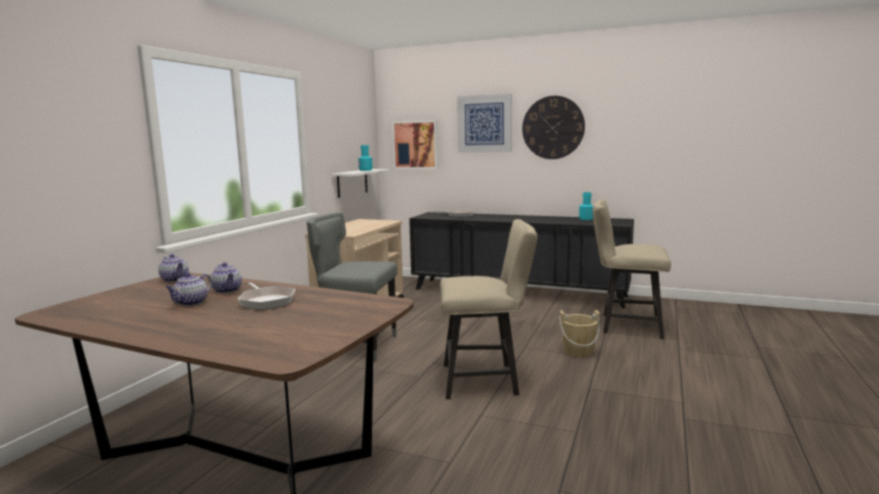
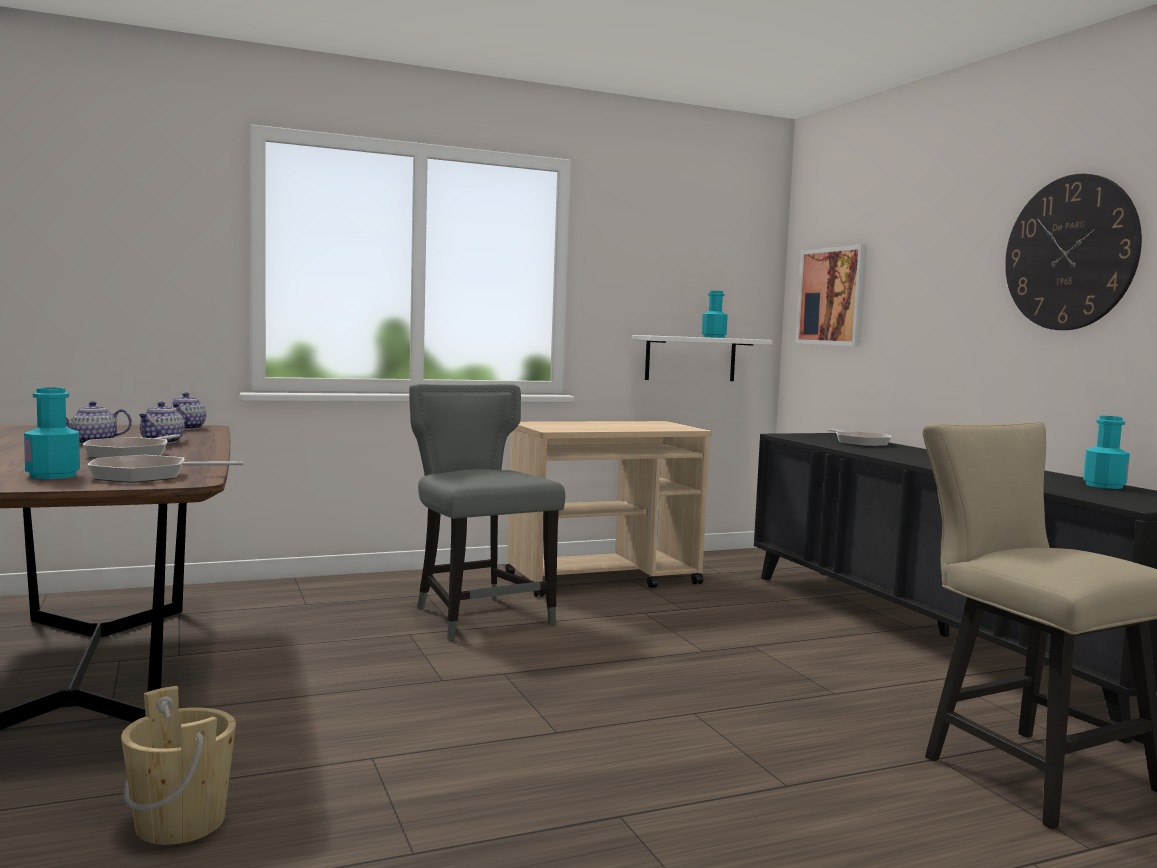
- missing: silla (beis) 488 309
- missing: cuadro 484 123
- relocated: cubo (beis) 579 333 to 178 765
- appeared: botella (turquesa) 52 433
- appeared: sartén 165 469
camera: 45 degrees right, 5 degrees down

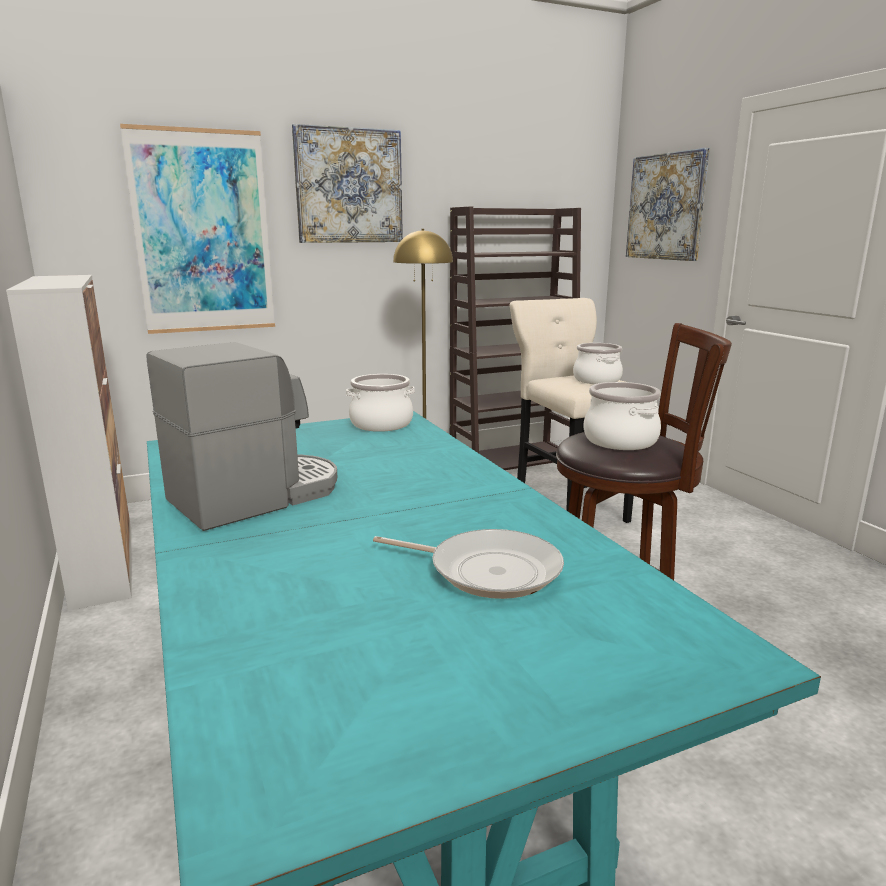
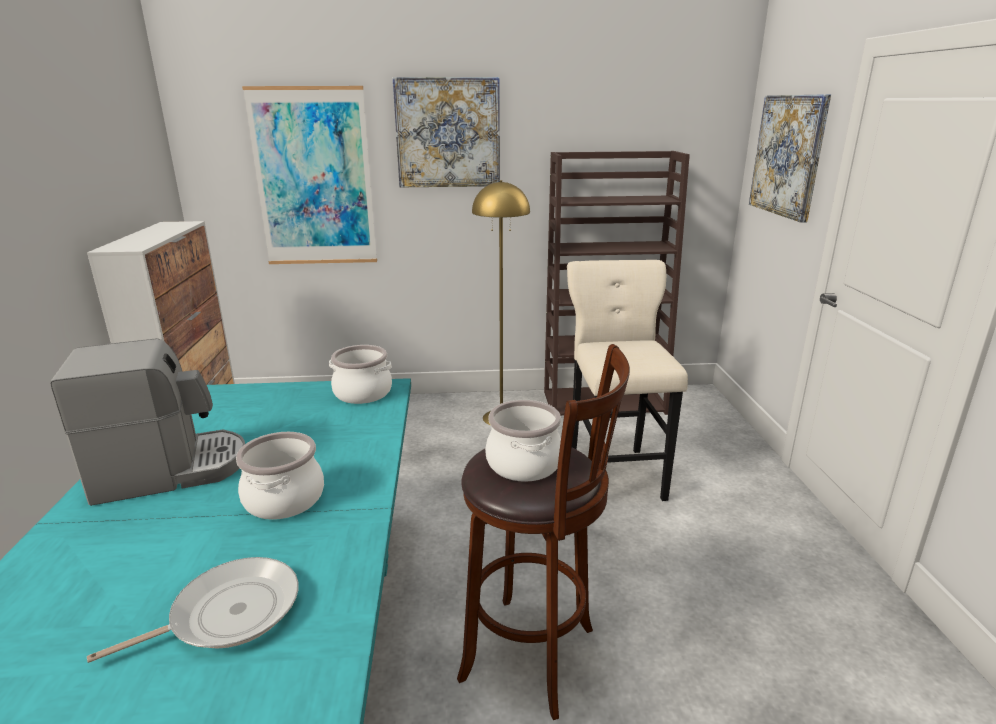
- spun: sartén 468 564 = 192 610 75 degrees counterclockwise
- relocated: olla 598 363 to 280 476
camera: 20 degrees right, 5 degrees up

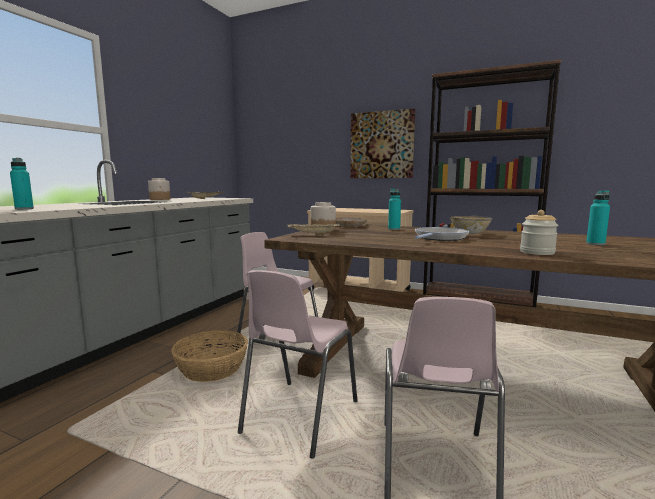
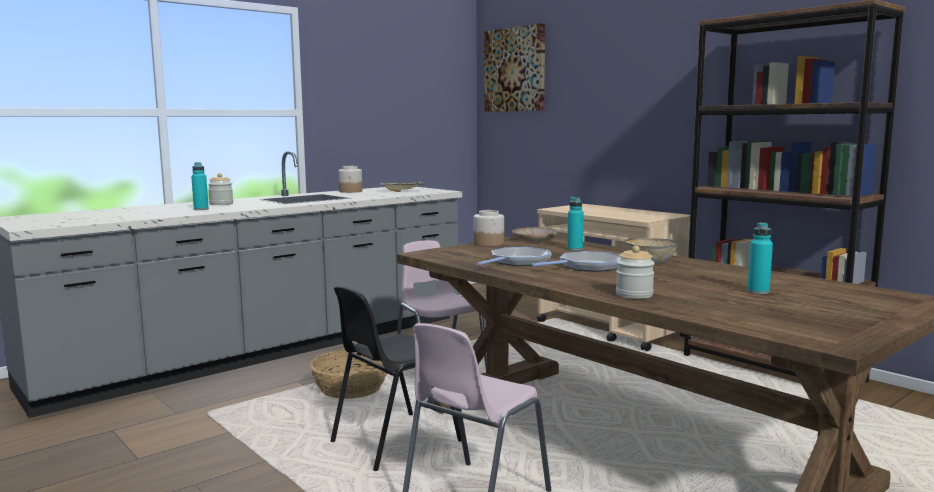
- colour: silla (rosa) 298 364 to silla (negro) 396 378
- missing: bandeja (beis) 314 229
- relocated: cuadro 382 143 to 514 67
- appeared: tarro 220 189
- appeared: sartén 514 256
camera: 25 degrees right, 0 degrees up

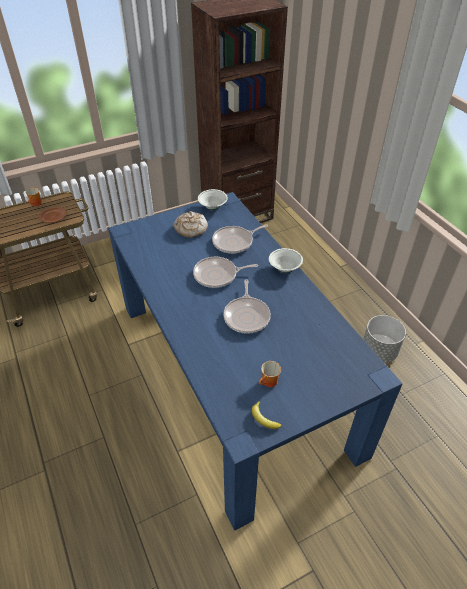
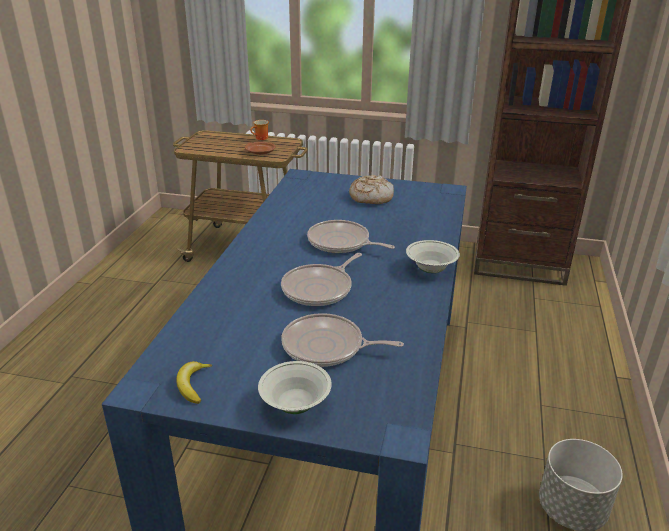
- relocated: cuenco (blanco) 213 199 to 295 387
- relocated: sartén 240 239 to 342 340
- missing: taza grande 270 374
camera: 40 degrees right, 15 degrees down

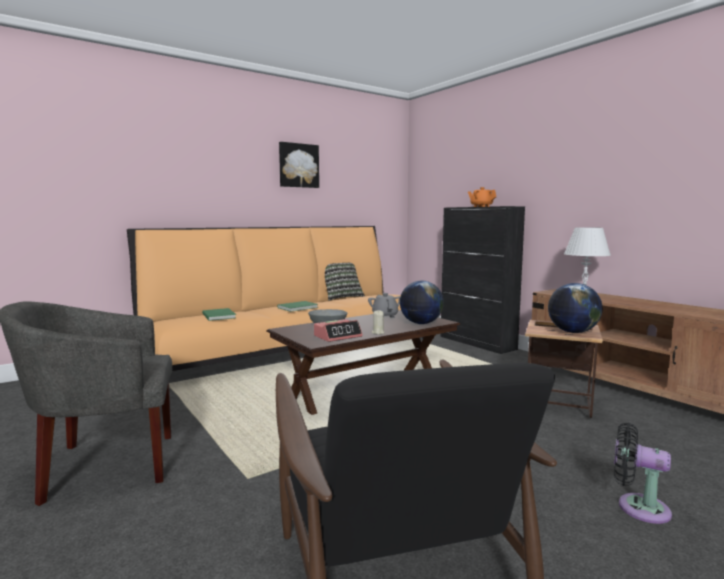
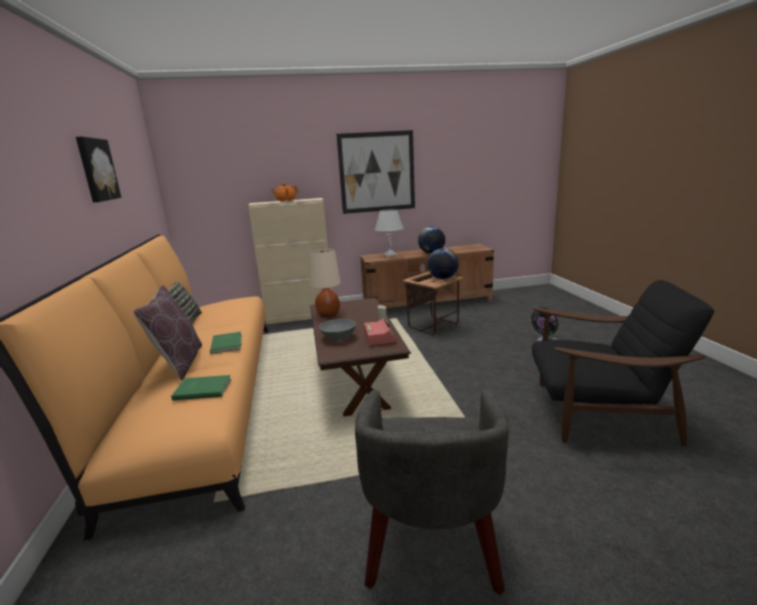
- exchanged: tetera (gris) 384 305 to lámpara de mesa (beis) 325 282
- relocated: globo terráqueo 422 302 to 431 240
- colour: armario (negro) 482 280 to armario (beis) 290 261
- appeared: cojín (marrón) 167 333
- appeared: cuadro 375 172
camera: 65 degrees left, 10 degrees up

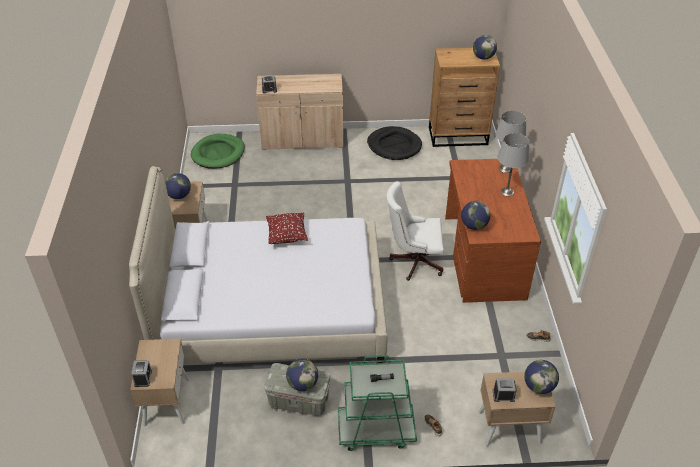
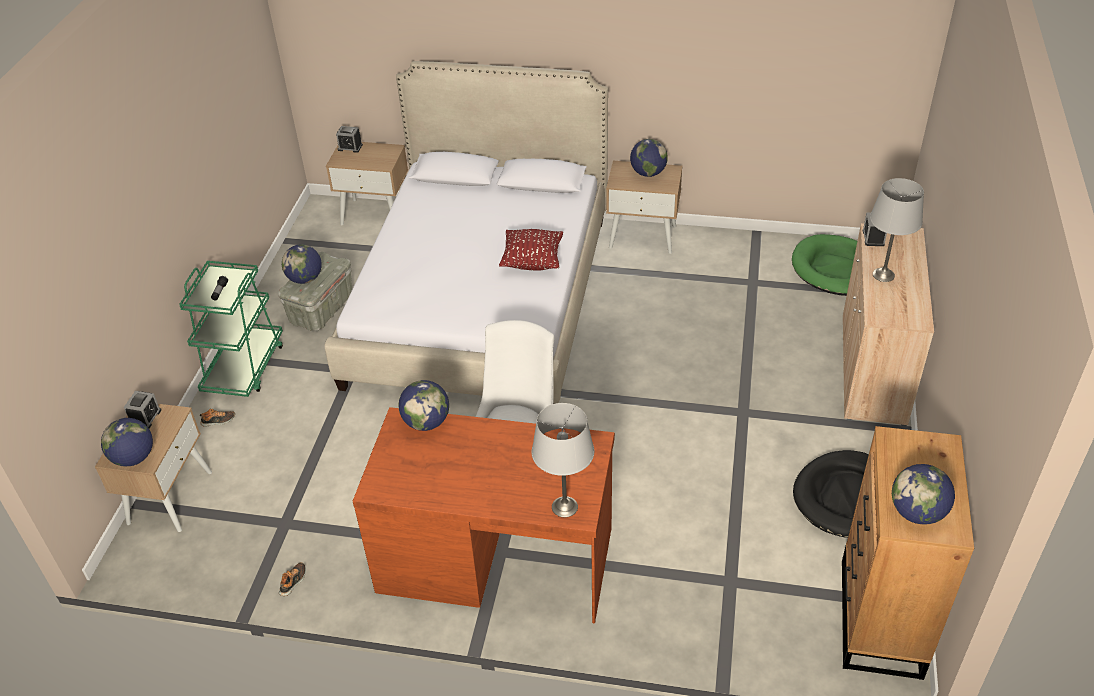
- relocated: lámpara de mesa (gris) 513 164 to 897 230
camera: 105 degrees right, 0 degrees up

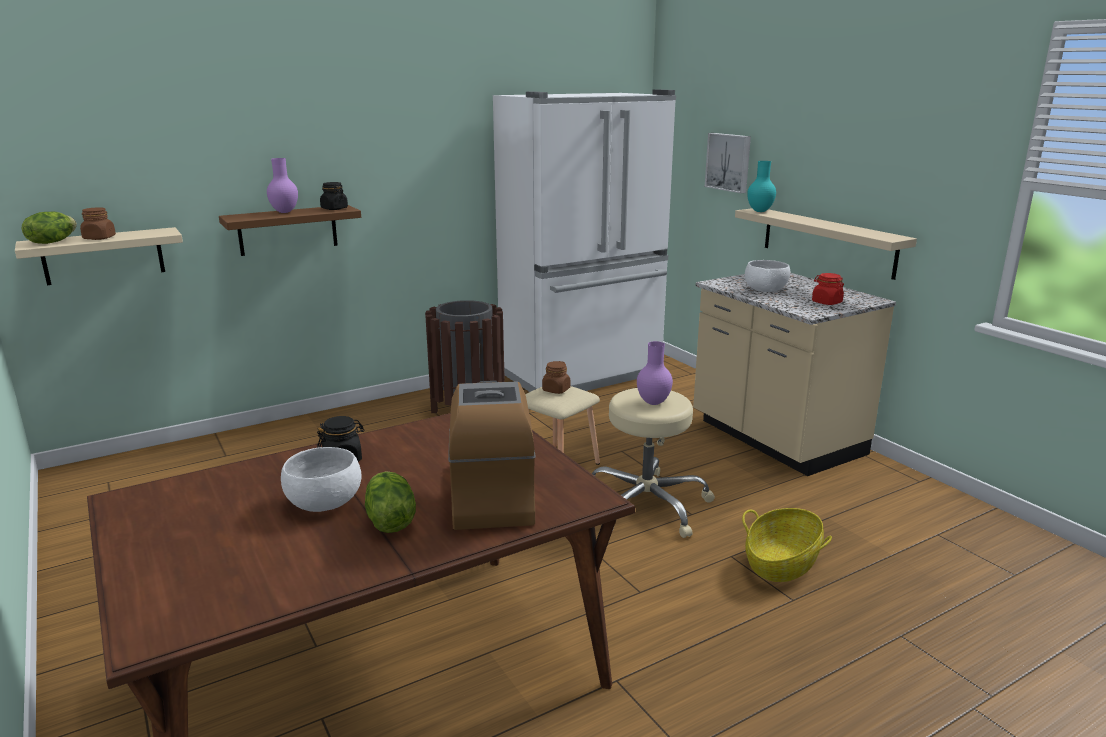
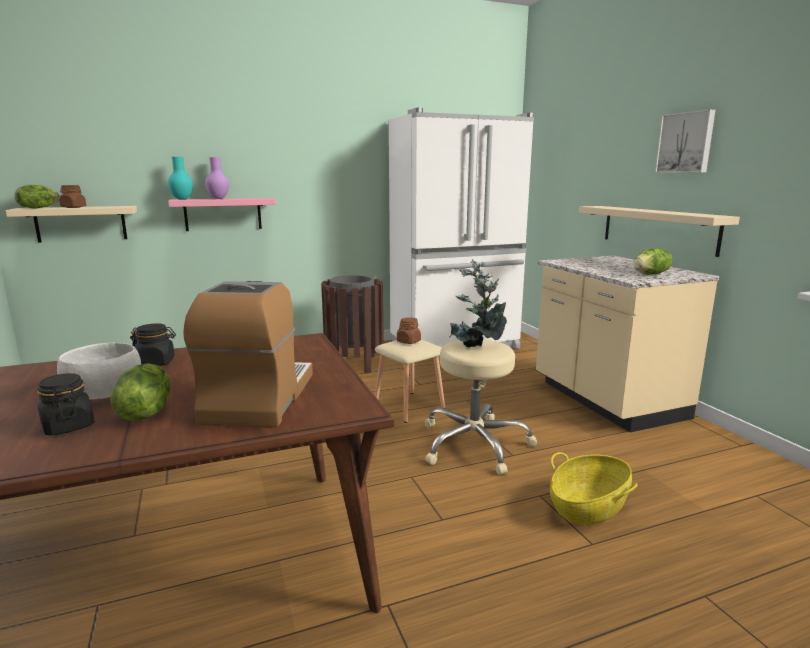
- colour: estante (marrón) 290 230 to estante (rosa) 222 214
- relocated: tarro (negro) 334 196 to 66 404
- exchanged: florero (morado) 655 373 to planta en maceta 478 303
- relocated: cuadro 728 163 to 685 141
- missing: cuenco (blanco) 767 276
- relocated: florero (turquesa) 761 186 to 180 178
- exchanged: tarro (rojo) 828 289 to lechuga 652 261
camera: 10 degrees right, 5 degrees down

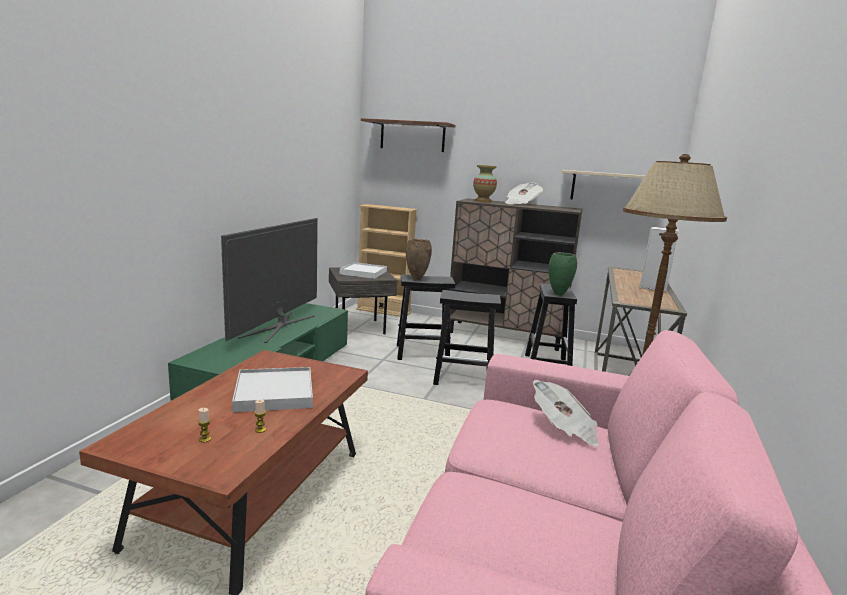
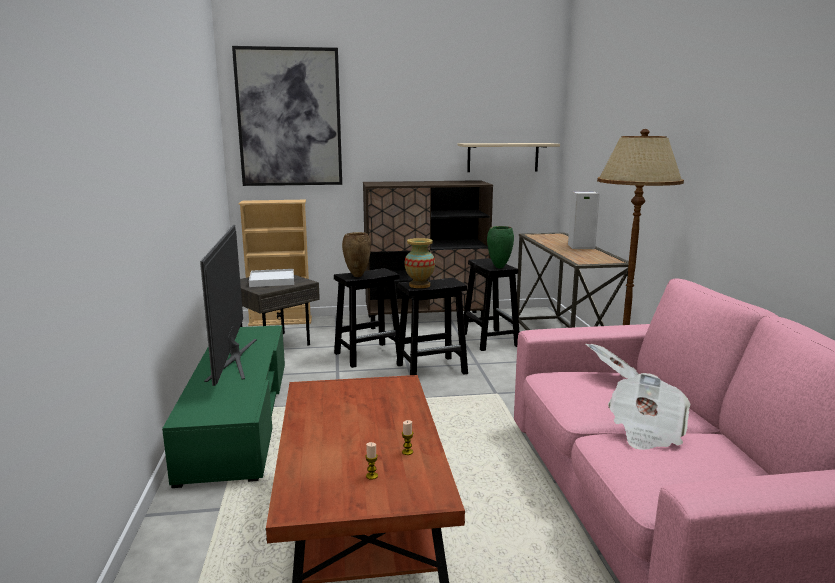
- missing: bandeja (blanco) 272 389
- exchanged: estante (marrón) 408 135 to cuadro 287 116
- relocated: florero 485 183 to 420 263
- relocated: periódico 524 193 to 649 411
camera: 25 degrees left, 0 degrees up

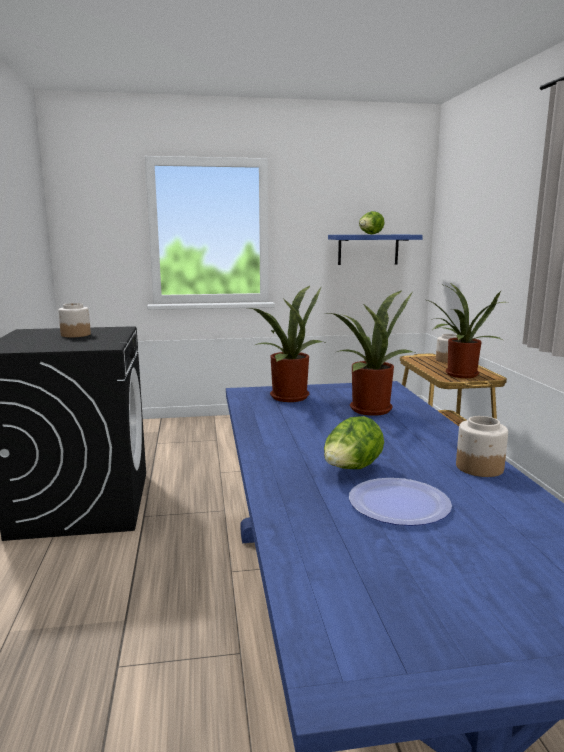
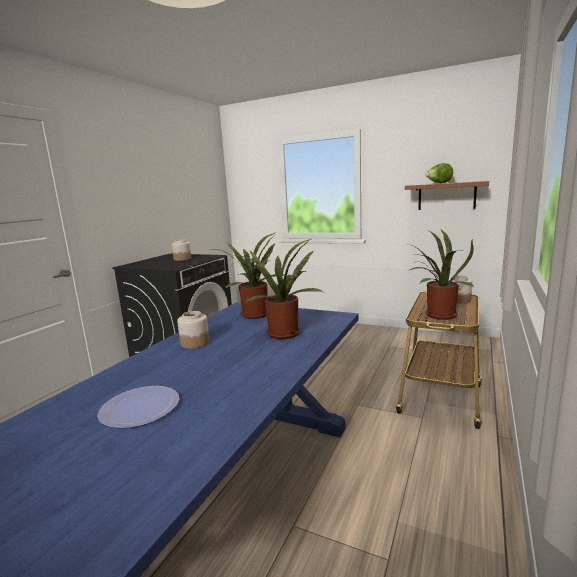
- missing: lechuga 354 442
- colour: estante (azul) 375 250 to estante (marrón) 447 195
- relocated: tarro 482 446 to 193 330
camera: 35 degrees right, 0 degrees up

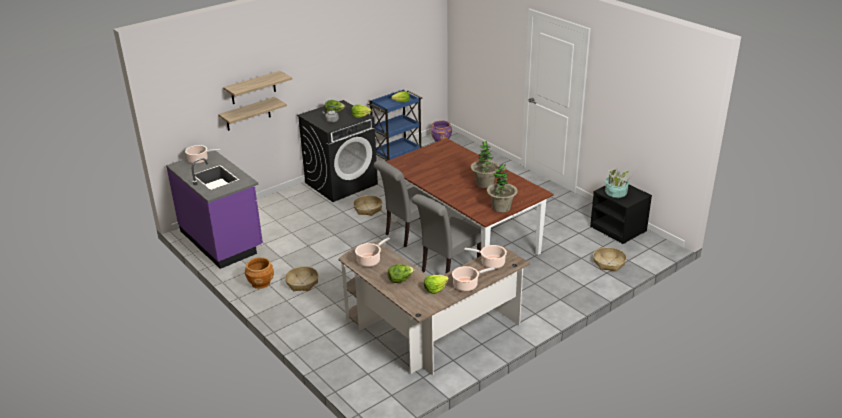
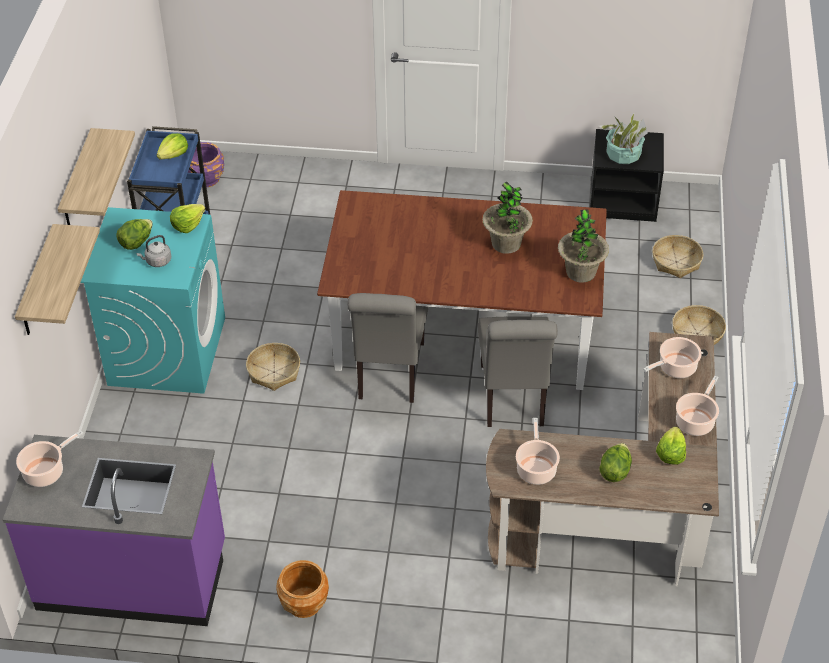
- relocated: estante 252 114 to 96 176
- relocated: cesta 301 278 to 699 325
- colour: lavadora (negro) 337 151 to lavadora (turquesa) 152 300
camera: 45 degrees left, 15 degrees up

